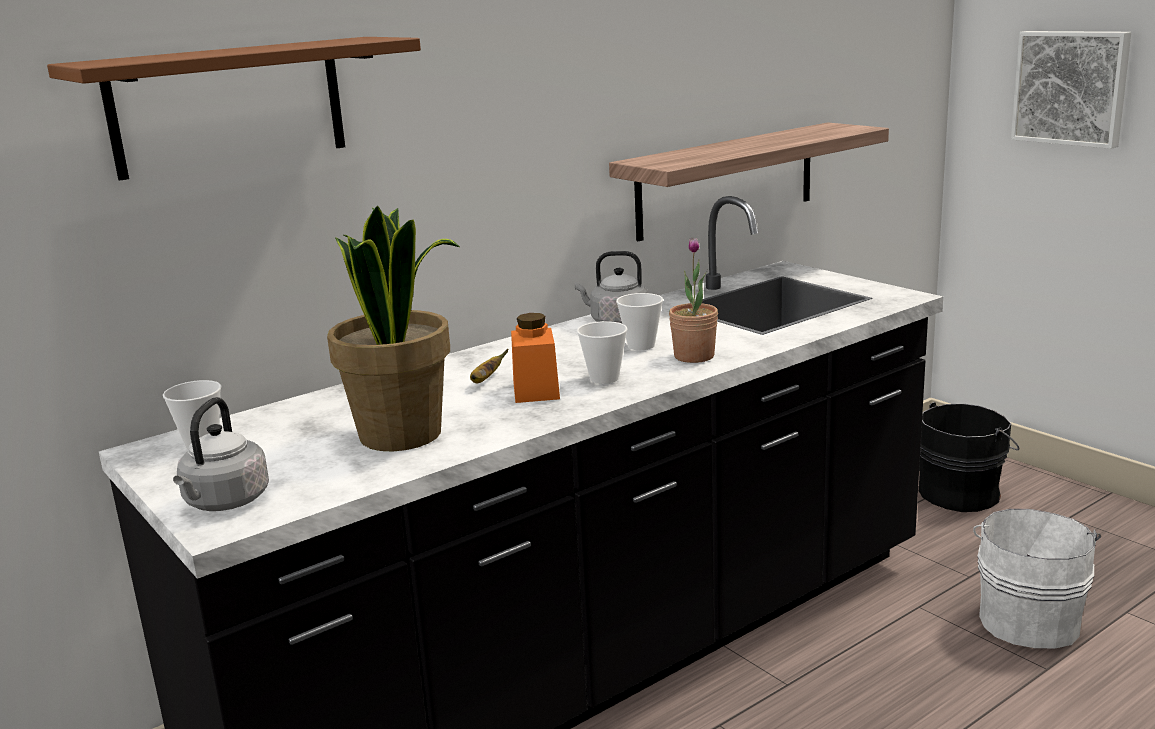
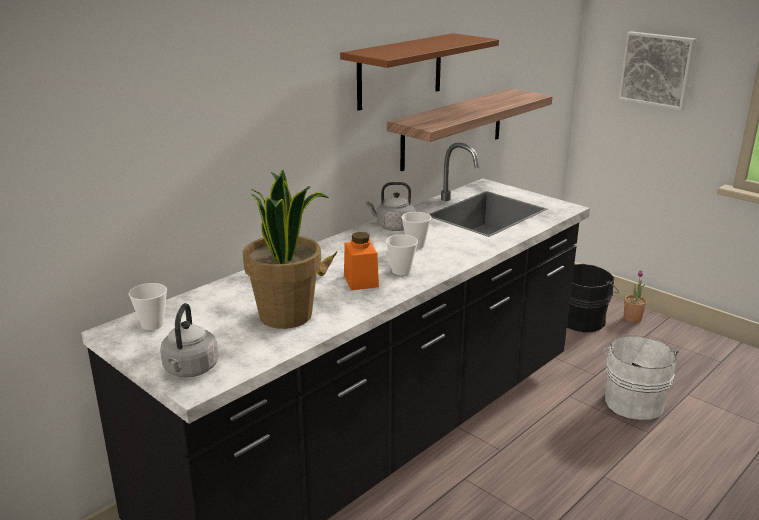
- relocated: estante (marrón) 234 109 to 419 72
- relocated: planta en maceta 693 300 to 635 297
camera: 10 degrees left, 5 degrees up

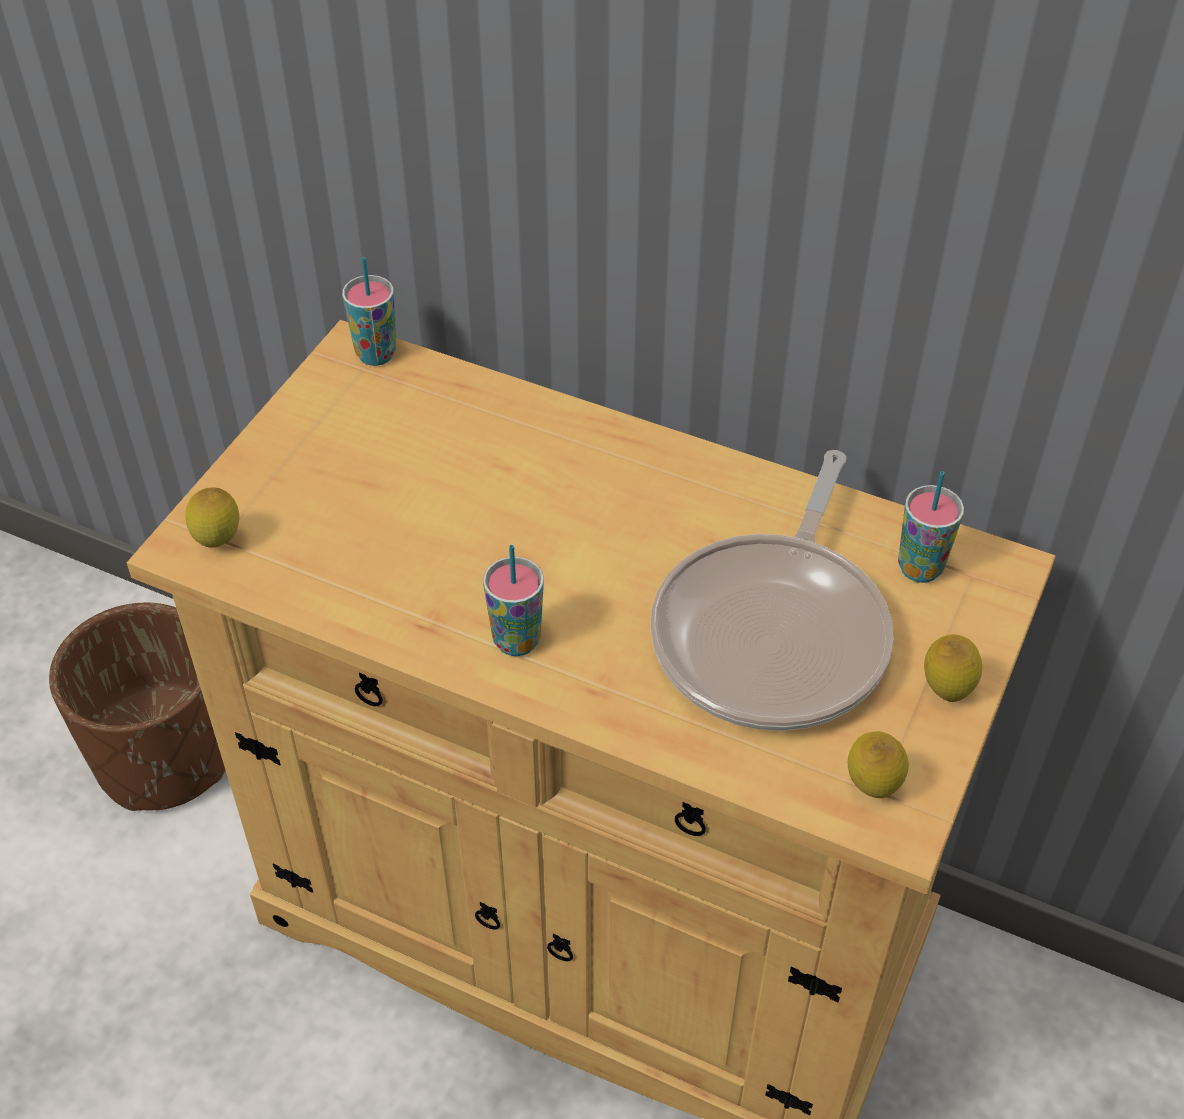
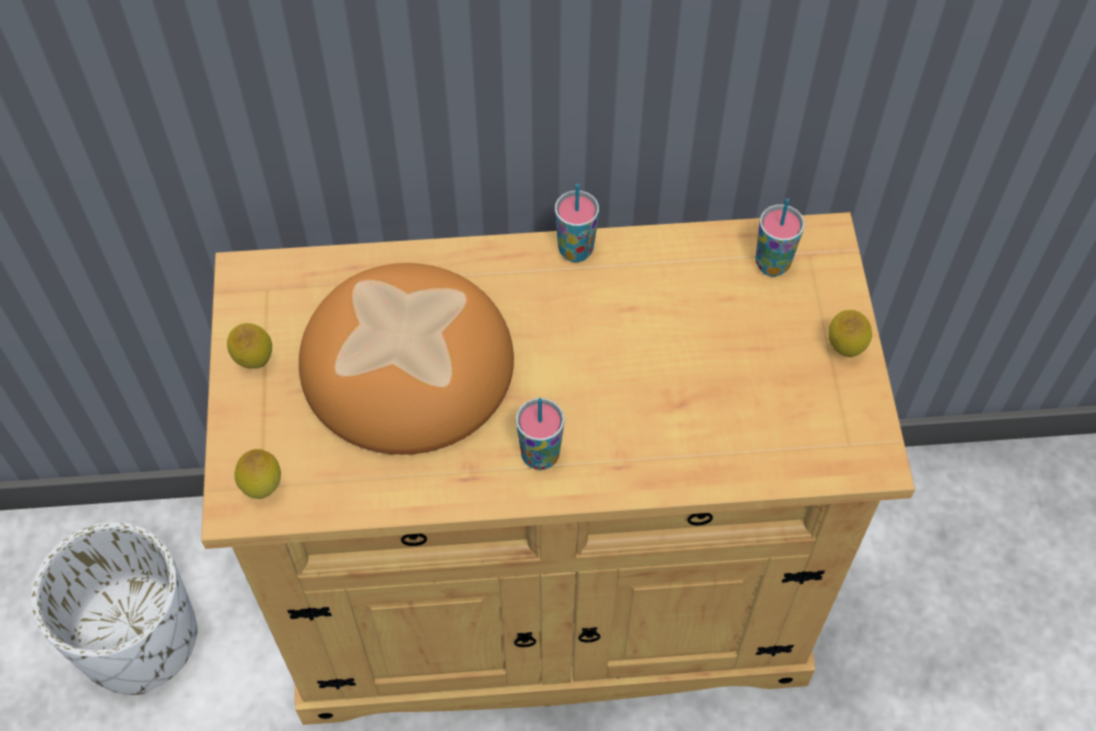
- colour: maceta (marrón) 137 707 to maceta (blanco) 114 608
- relocated: taza 369 311 to 577 223
- missing: sartén 771 590
- relocated: limón 878 764 to 249 346
- appeared: pan 406 359
camera: 30 degrees left, 10 degrees up

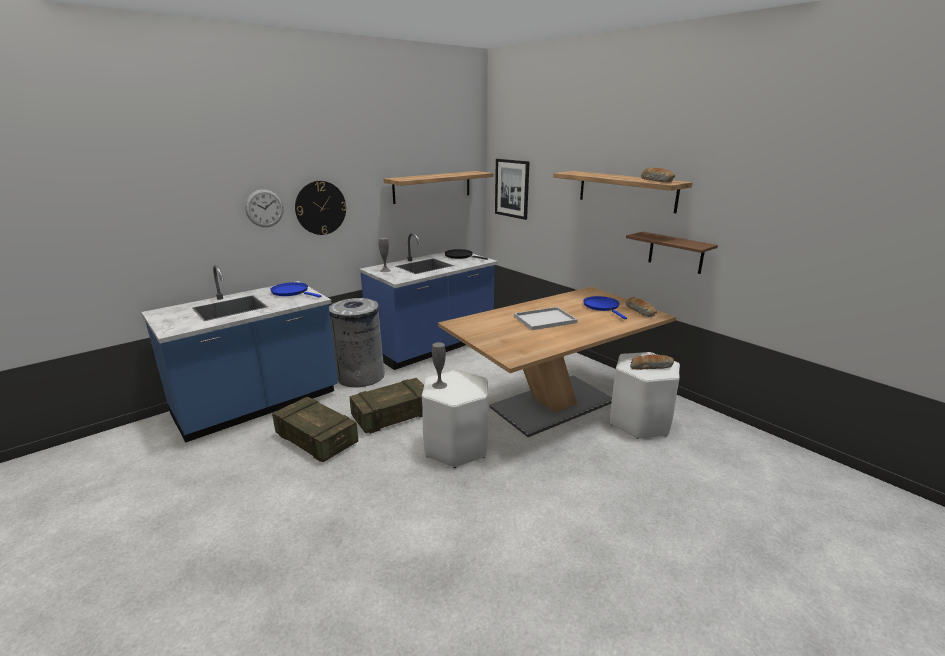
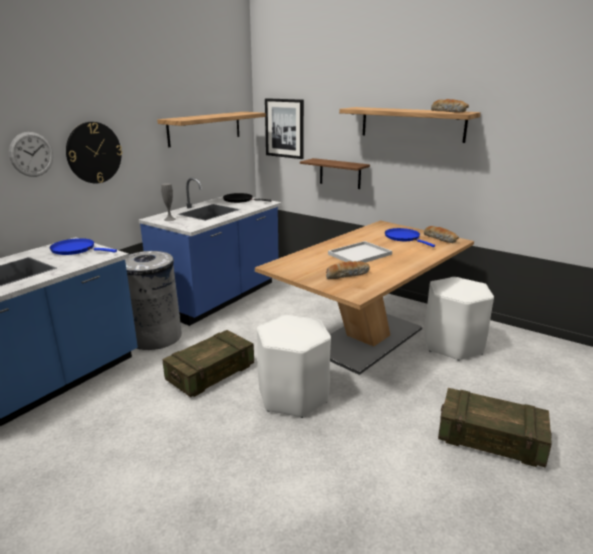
- relocated: caja de embalaje 315 429 to 495 428
- missing: florero (gris) 439 365
- relocated: estante (marrón) 672 253 to 335 173
- relocated: pan 652 362 to 348 270
camera: 15 degrees left, 0 degrees up

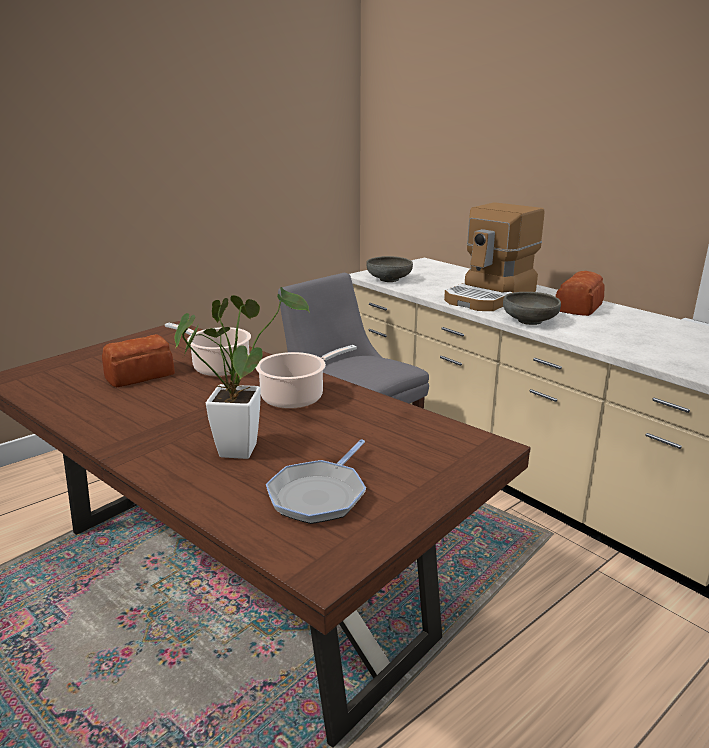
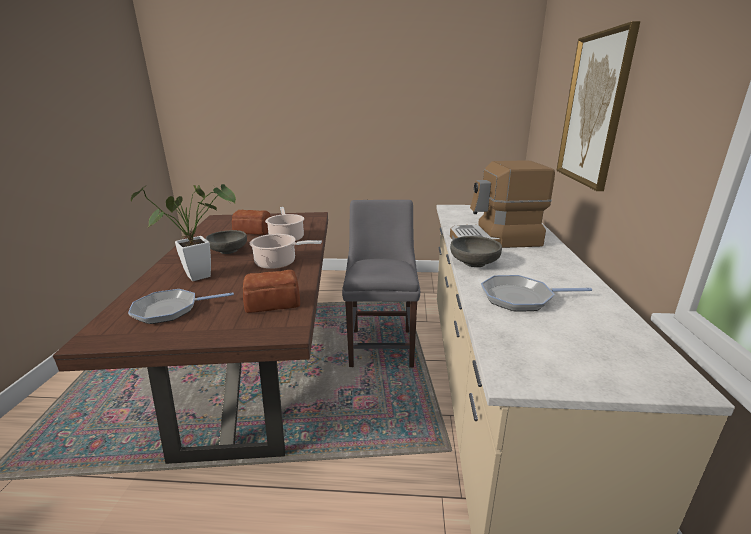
- relocated: cuenco (gris) 389 269 to 226 242
- relocated: pan 580 293 to 271 291
- appeared: sartén 536 293
- appeared: cuadro 598 106
camera: 45 degrees right, 0 degrees up

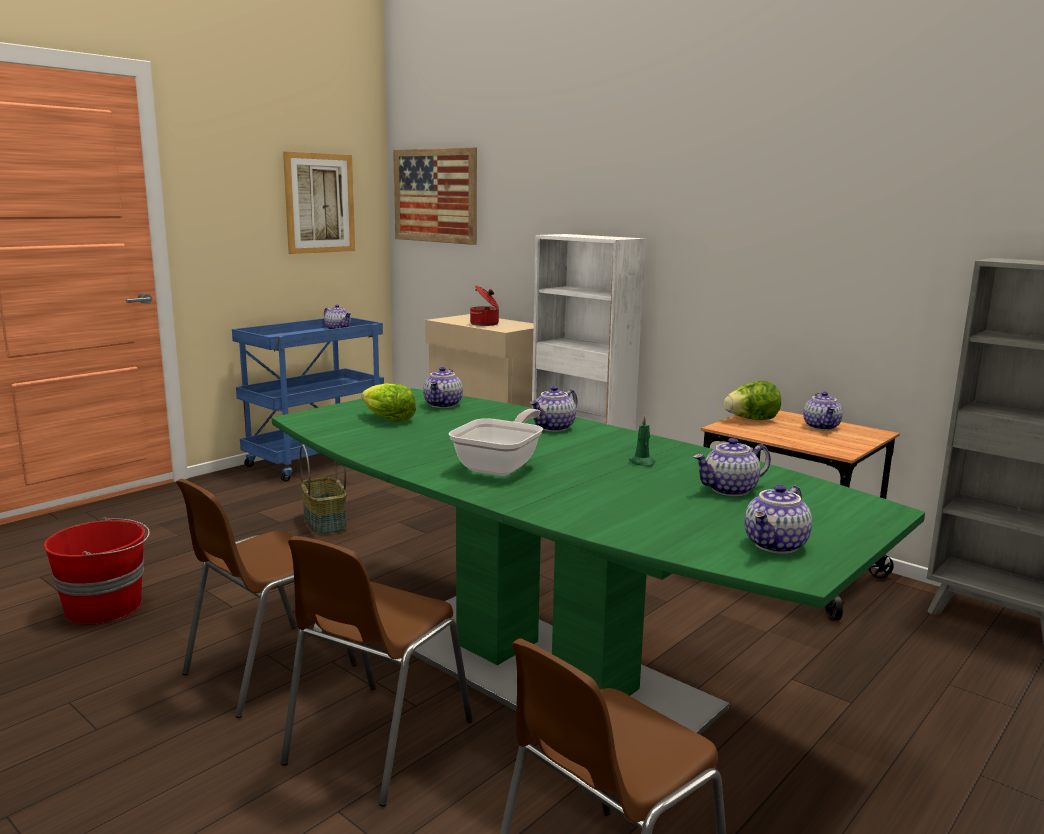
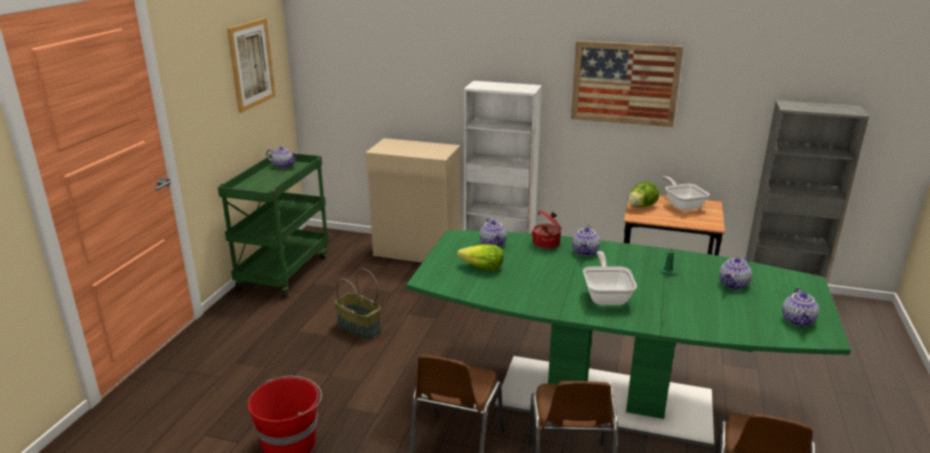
- colour: carrito (azul) 308 399 to carrito (verde) 273 225
- relocated: cuadro 435 196 to 627 84
- relocated: olla 484 305 to 547 229
- exchanged: tetera 823 411 to sartén 685 193
camera: 25 degrees left, 10 degrees up

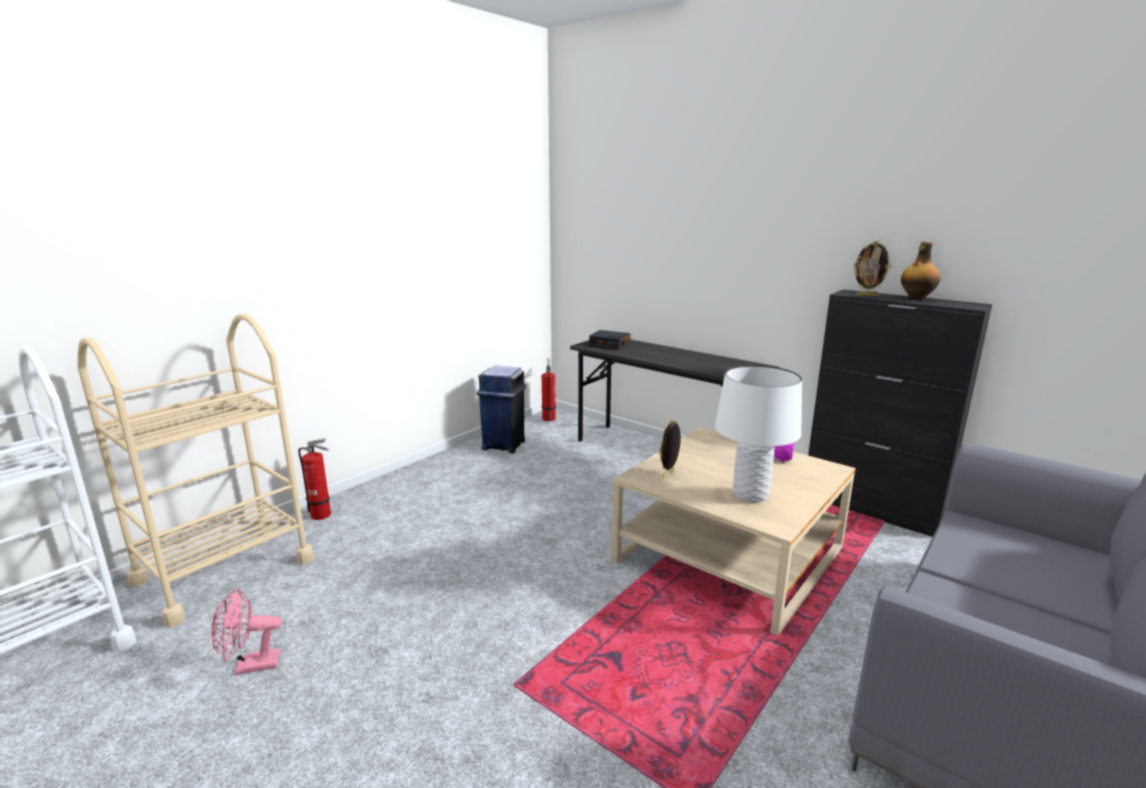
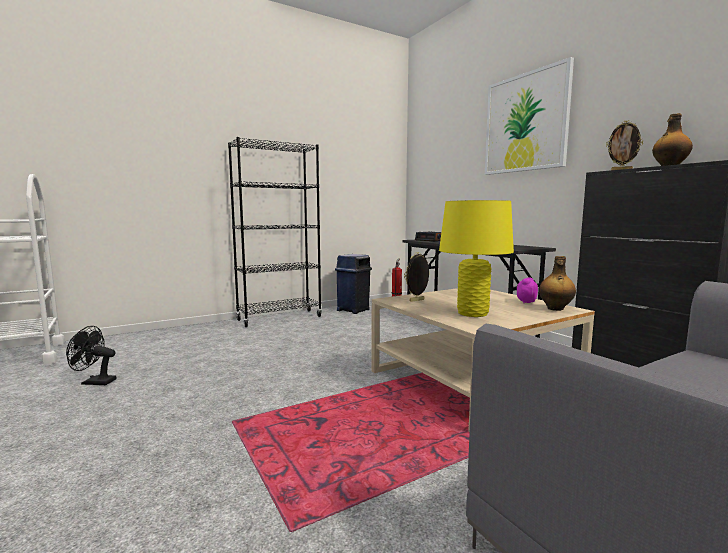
- missing: carrito (beis) 195 470
- colour: ventilador (rosa) 246 631 to ventilador (negro) 91 355
- missing: extintor 314 479
- colour: lámpara de mesa (blanco) 758 434 to lámpara de mesa (amarillo) 476 258
- appeared: estantería (negro) 275 232
- appeared: cuadro 529 116
- appeared: botella 557 283
camera: 20 degrees right, 10 degrees down

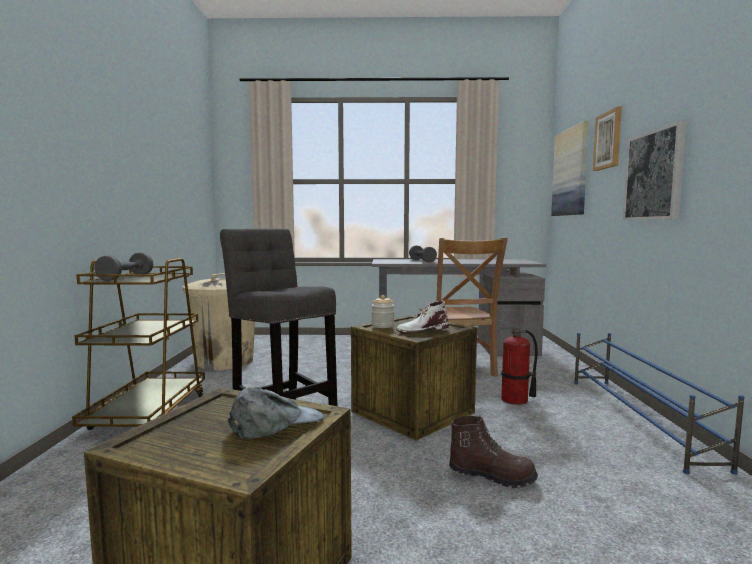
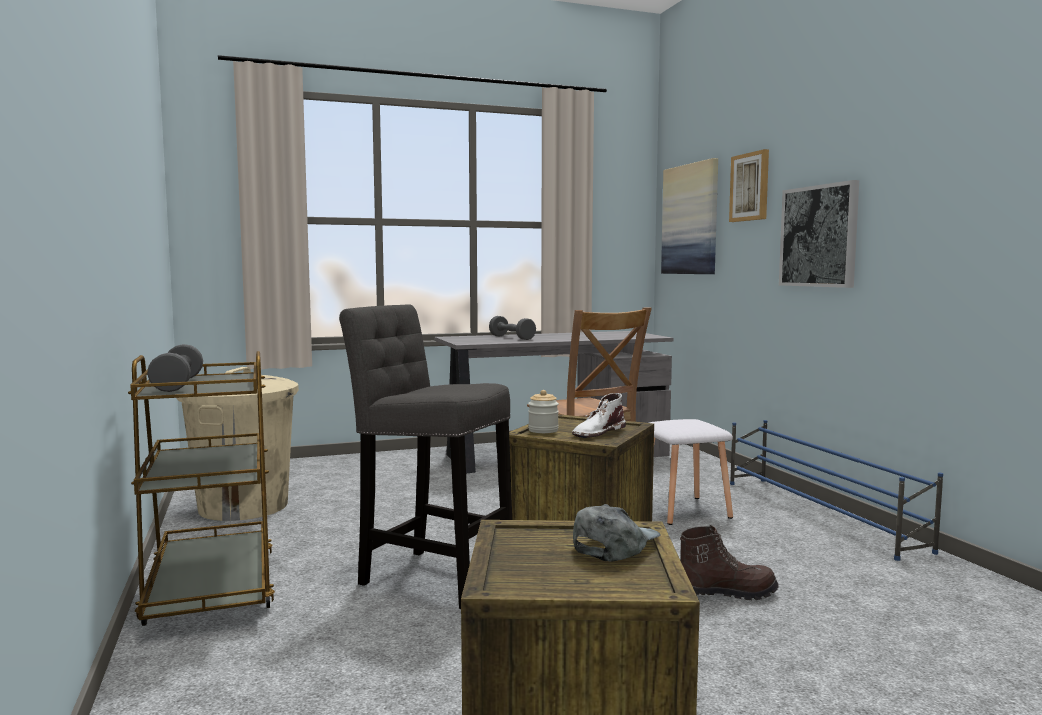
- exchanged: extintor 518 362 to taburete (blanco) 691 472
camera: 20 degrees left, 0 degrees up

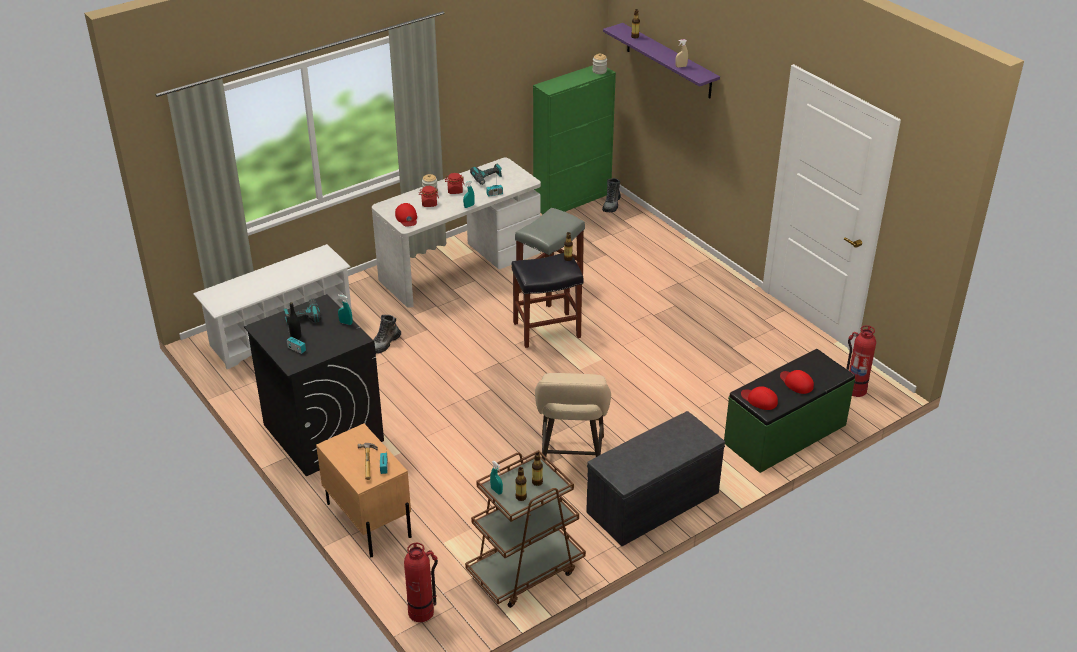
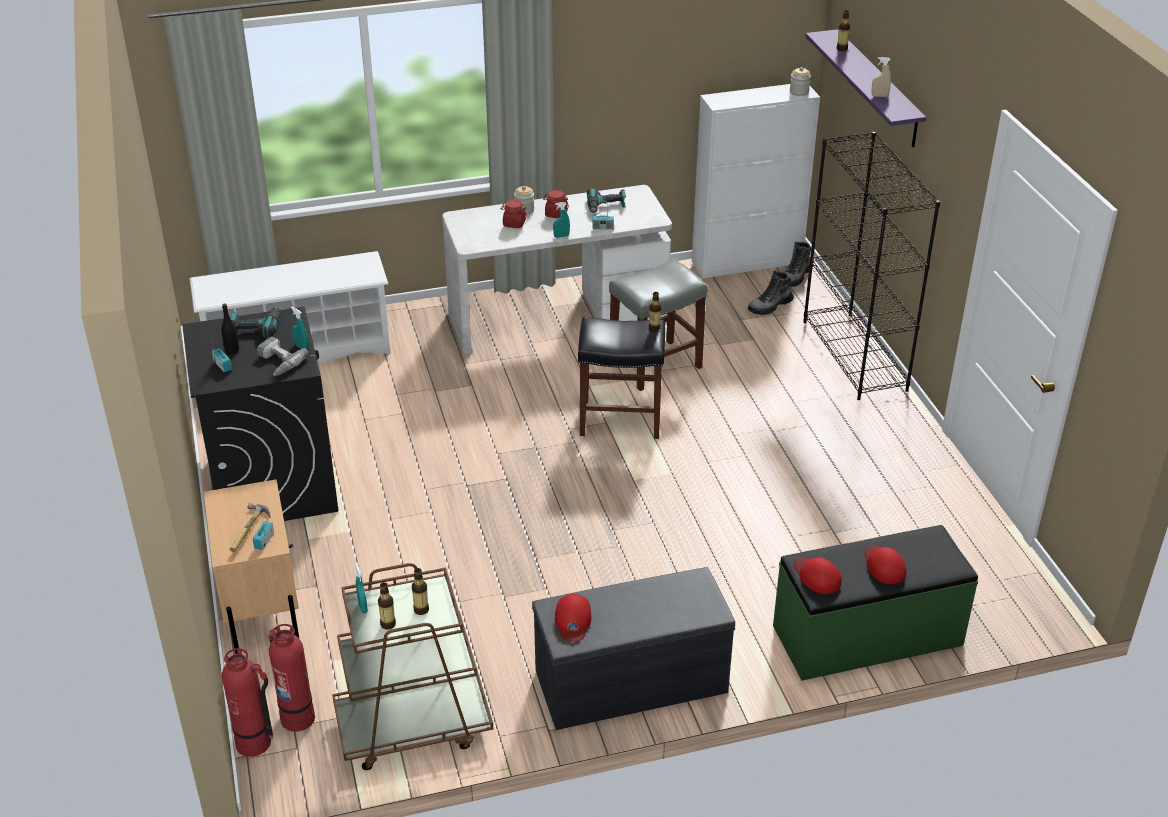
- relocated: bota 387 334 to 771 292
- relocated: gorra (rojo) 406 215 to 573 618
- colour: armario (verde) 574 139 to armario (blanco) 756 181
- missing: taburete (beis) 573 416
- relocated: extintor 861 361 to 291 678
- appeared: taladro 283 356
- appeared: estantería (negro) 871 266
camera: 20 degrees right, 0 degrees up

